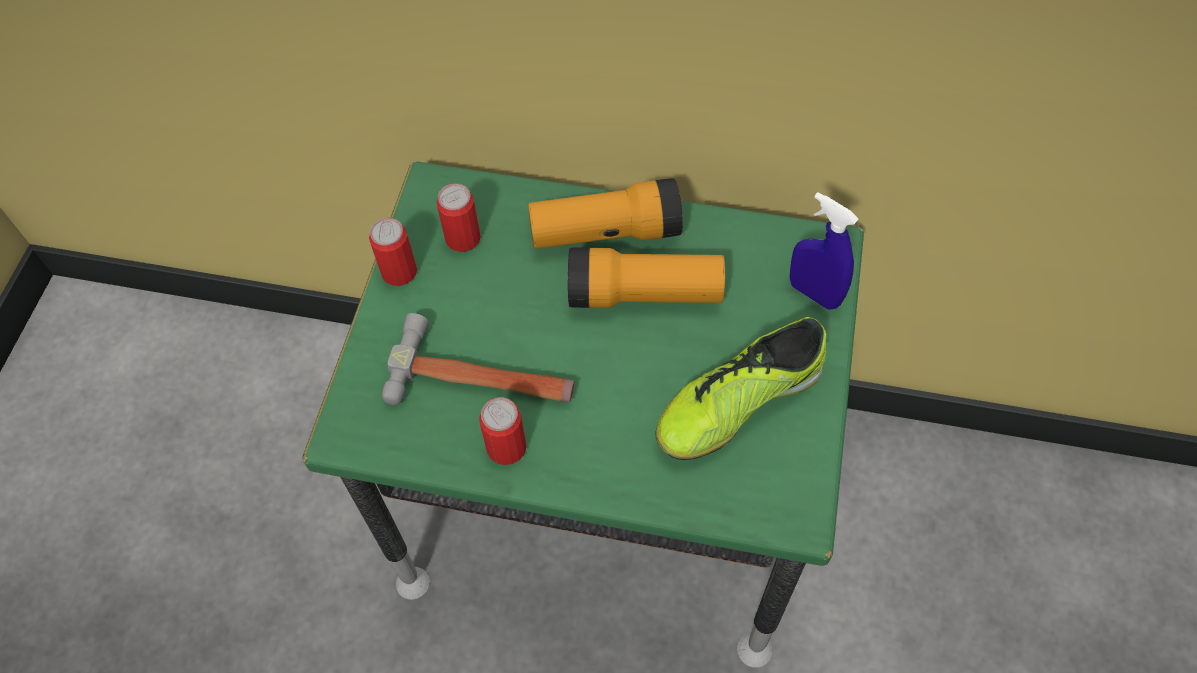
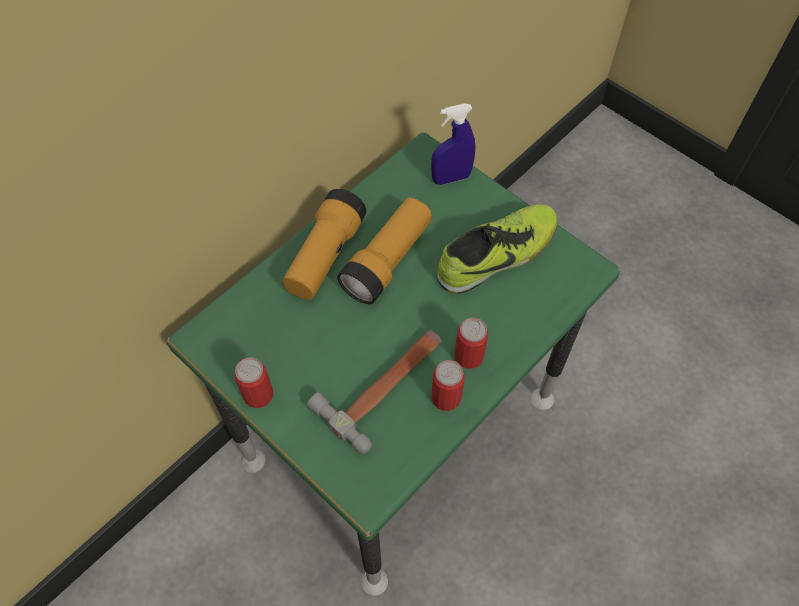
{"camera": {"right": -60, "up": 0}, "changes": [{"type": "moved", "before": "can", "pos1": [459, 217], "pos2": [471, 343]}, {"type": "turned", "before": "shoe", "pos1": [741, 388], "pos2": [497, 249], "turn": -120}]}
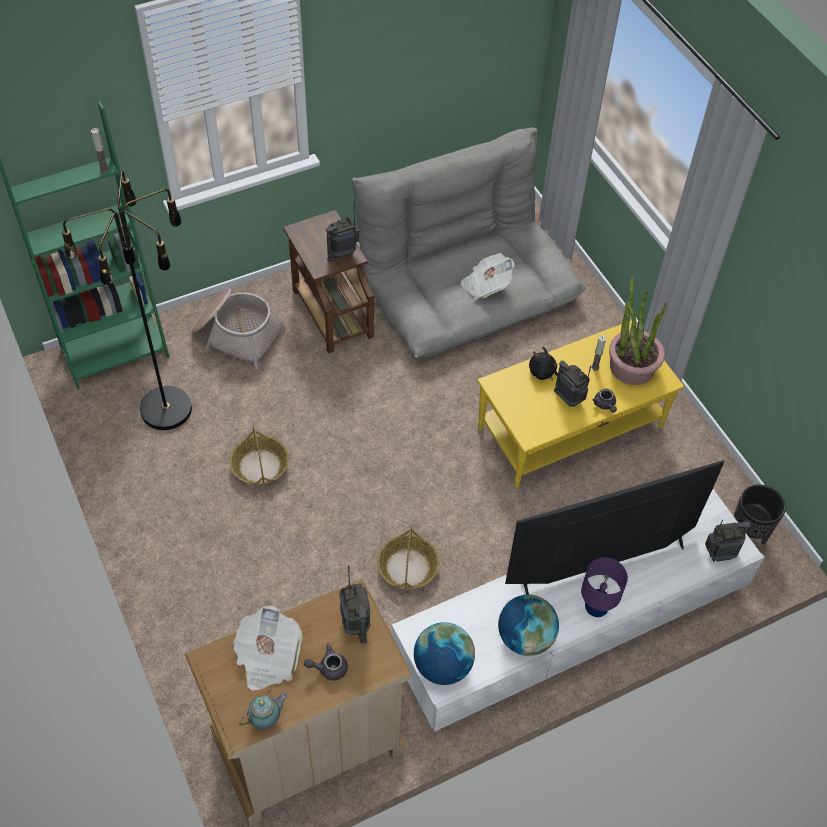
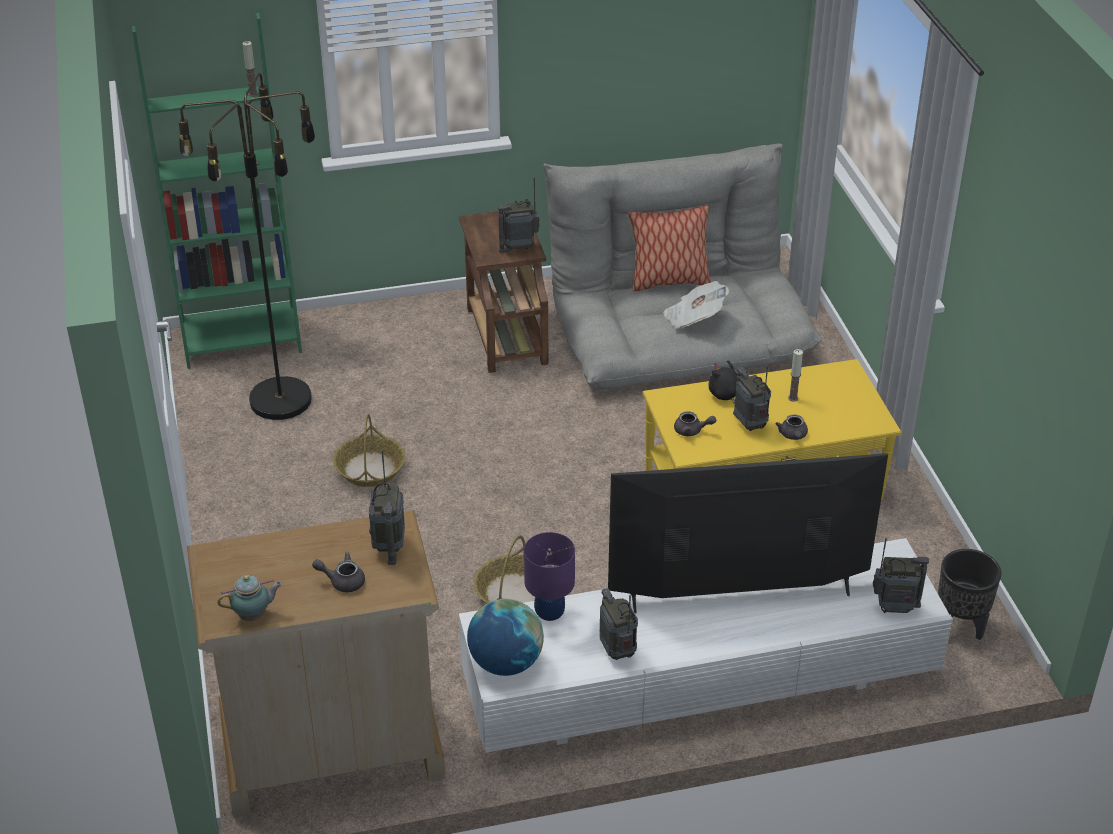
{"camera": {"right": 15, "up": -15}, "changes": [{"type": "removed", "before": "basket", "pos1": [238, 328]}, {"type": "removed", "before": "newspaper", "pos1": [268, 648]}, {"type": "replaced", "before": "globe", "after": "radio", "pos1": [528, 625], "pos2": [618, 624]}, {"type": "moved", "before": "purple table lamp", "pos1": [604, 587], "pos2": [549, 576]}, {"type": "removed", "before": "potted plant", "pos1": [638, 331]}, {"type": "added", "after": "pillow", "pos2": [669, 248]}, {"type": "added", "after": "grey teapot", "pos2": [695, 423]}]}
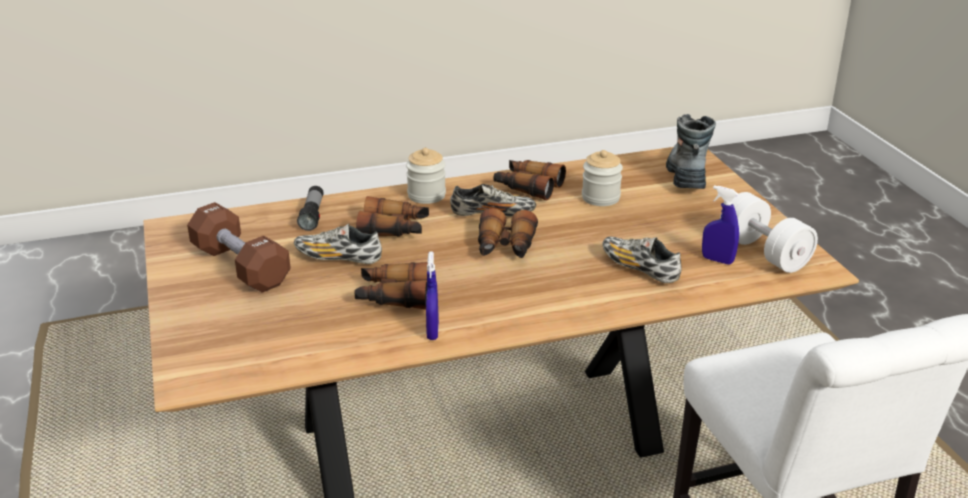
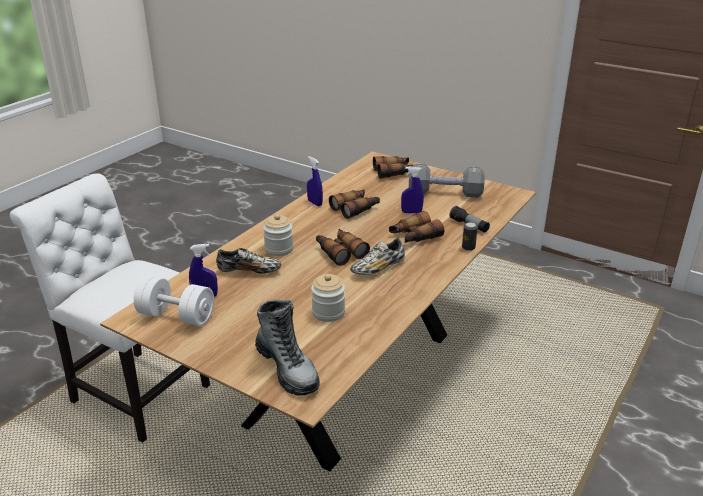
{"camera": {"right": 140, "up": 0}, "changes": [{"type": "recoloured", "before": "brown dumbbell", "after": "grey dumbbell", "pos1": [239, 247], "pos2": [447, 180]}, {"type": "replaced", "before": "shoe", "after": "blue spray bottle", "pos1": [338, 243], "pos2": [412, 190]}, {"type": "moved", "before": "jar", "pos1": [426, 176], "pos2": [278, 235]}, {"type": "moved", "before": "binoculars", "pos1": [530, 180], "pos2": [393, 167]}, {"type": "added", "after": "can", "pos2": [470, 236]}]}
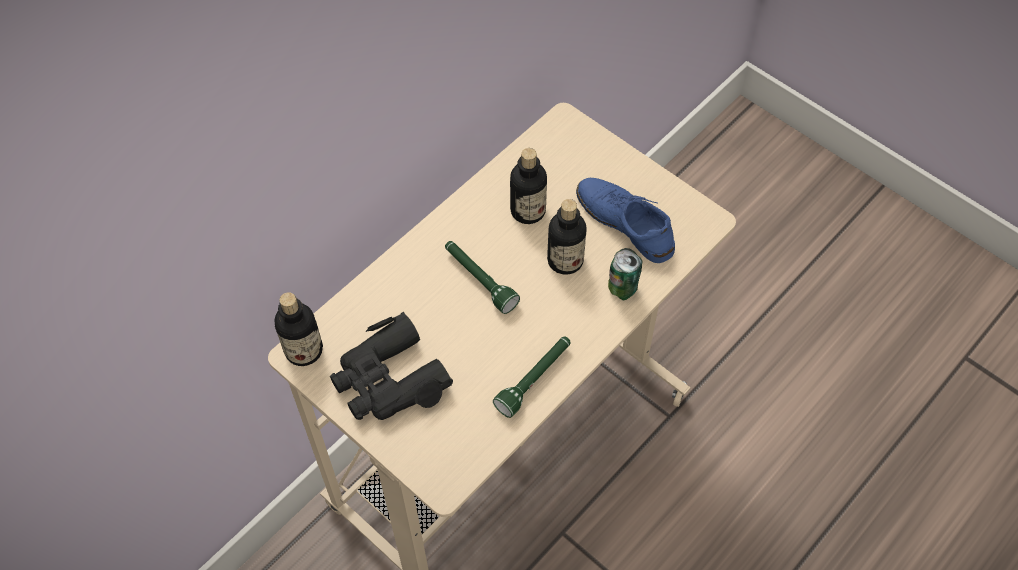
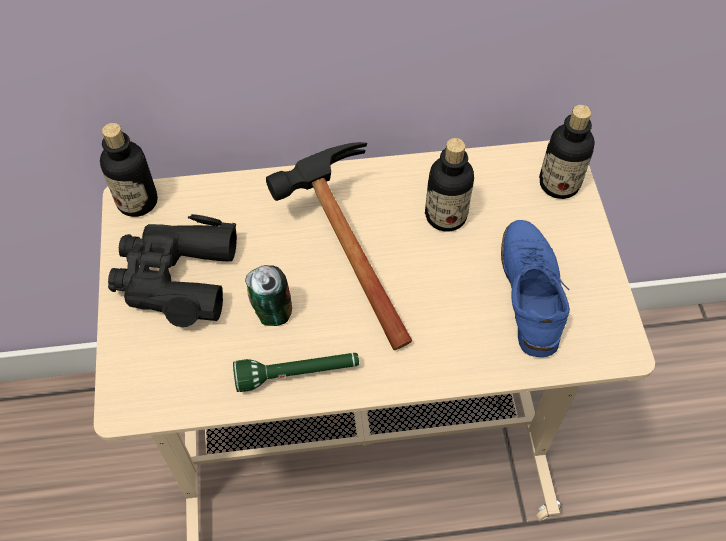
{"camera": {"right": 40, "up": 0}, "changes": [{"type": "replaced", "before": "green flashlight", "after": "hammer", "pos1": [482, 277], "pos2": [339, 246]}, {"type": "moved", "before": "bottle", "pos1": [567, 237], "pos2": [567, 152]}, {"type": "moved", "before": "can", "pos1": [625, 274], "pos2": [268, 295]}]}
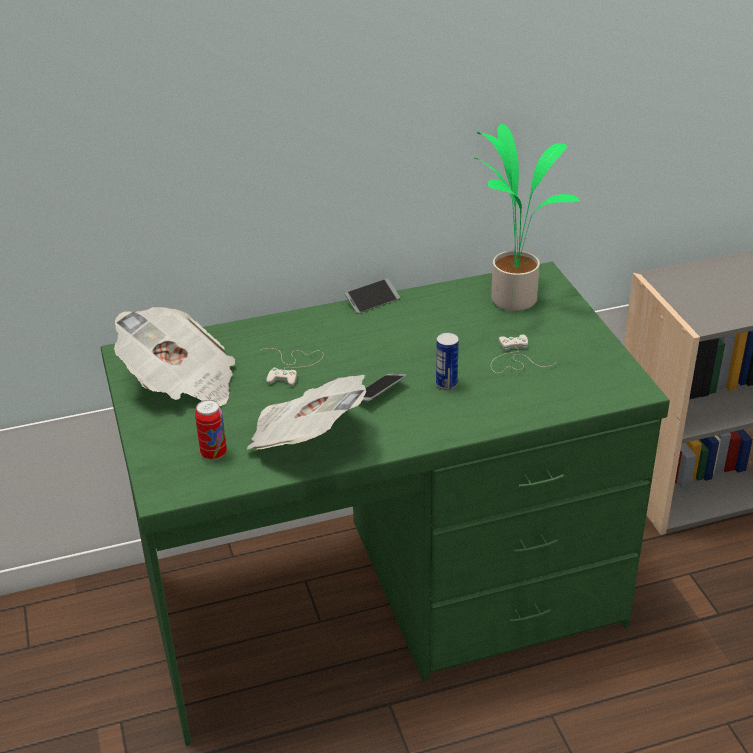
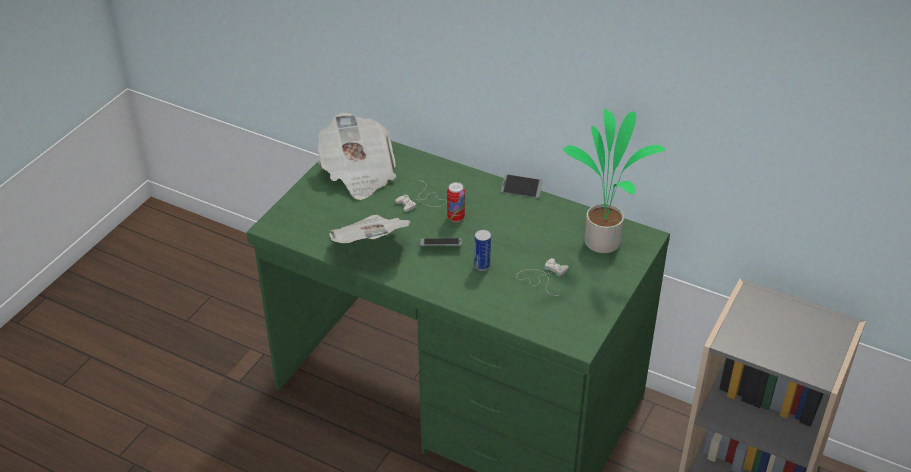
{"camera": {"right": 45, "up": 5}, "changes": [{"type": "moved", "before": "can", "pos1": [211, 429], "pos2": [456, 202]}]}
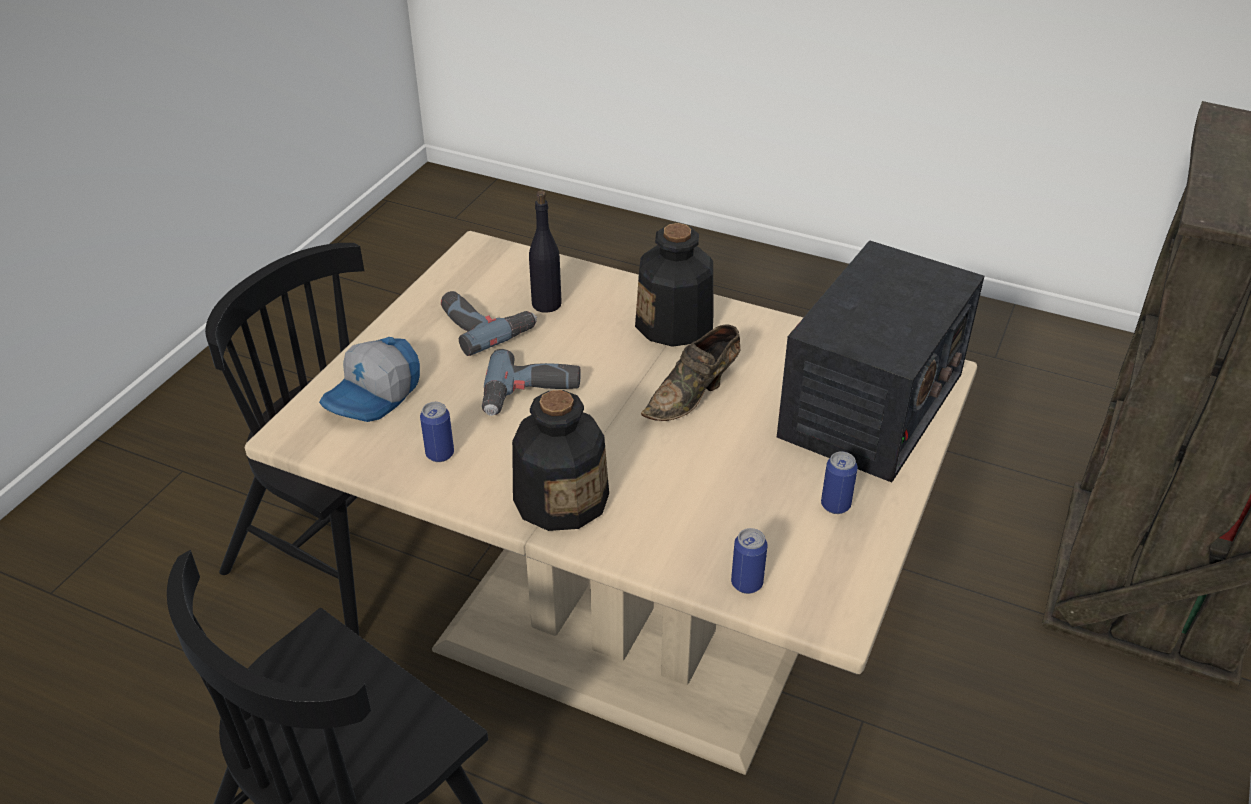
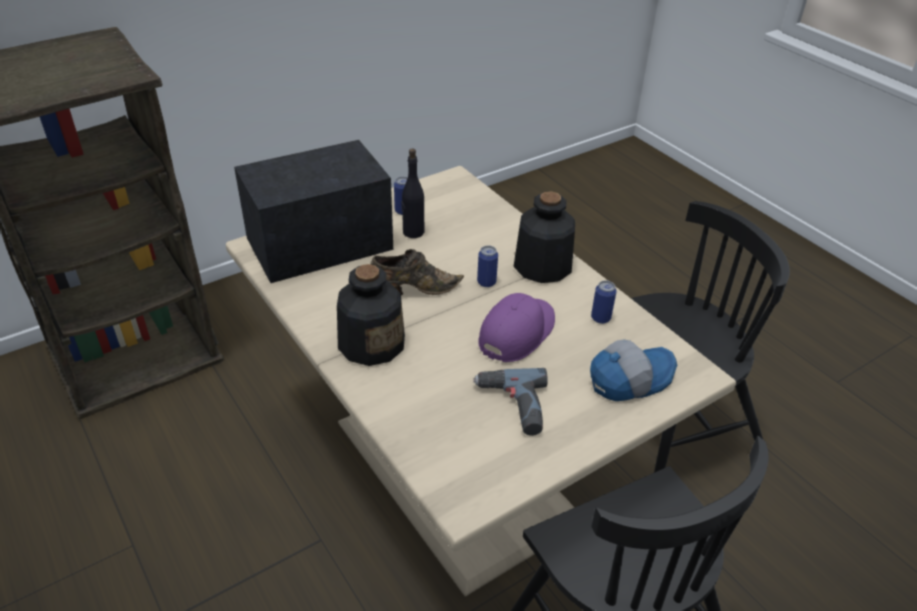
{"camera": {"right": -150, "up": 0}, "changes": [{"type": "replaced", "before": "power drill", "after": "purple cap", "pos1": [531, 382], "pos2": [516, 327]}, {"type": "moved", "before": "black bottle", "pos1": [545, 251], "pos2": [412, 193]}, {"type": "moved", "before": "can", "pos1": [749, 561], "pos2": [487, 266]}]}
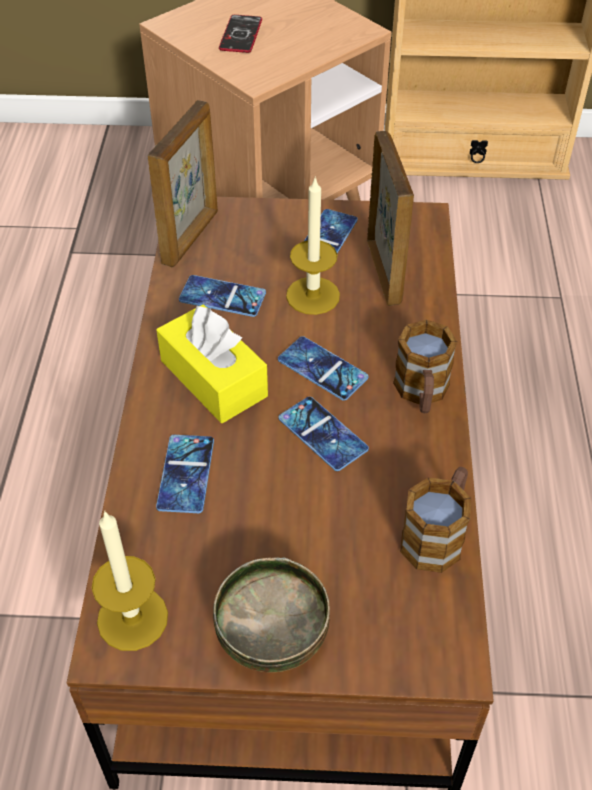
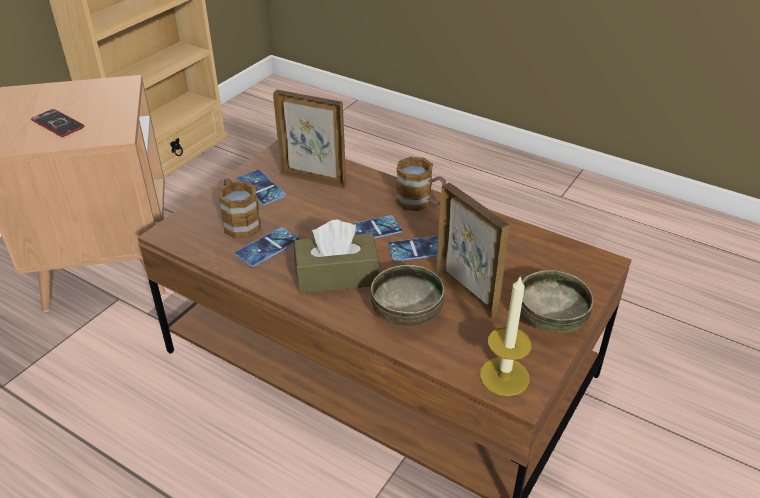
{"camera": {"right": -60, "up": -10}, "changes": [{"type": "moved", "before": "picture frame", "pos1": [183, 183], "pos2": [473, 251]}, {"type": "recoloured", "before": "yellow tissue box", "after": "brown tissue box", "pos1": [212, 364], "pos2": [337, 256]}, {"type": "replaced", "before": "phone", "after": "bowl", "pos1": [185, 474], "pos2": [407, 295]}, {"type": "removed", "before": "candle", "pos1": [313, 245]}, {"type": "moved", "before": "mug", "pos1": [435, 520], "pos2": [239, 209]}]}
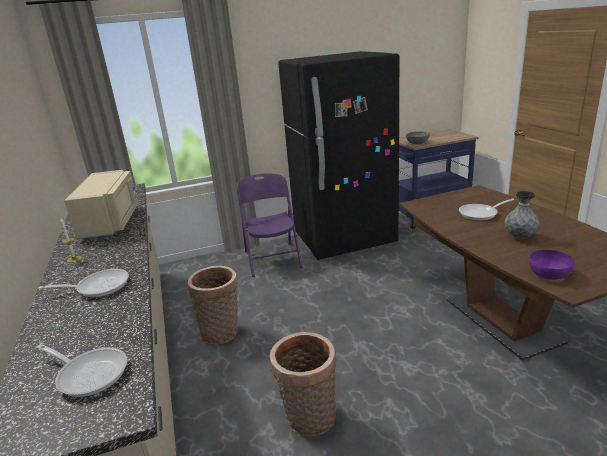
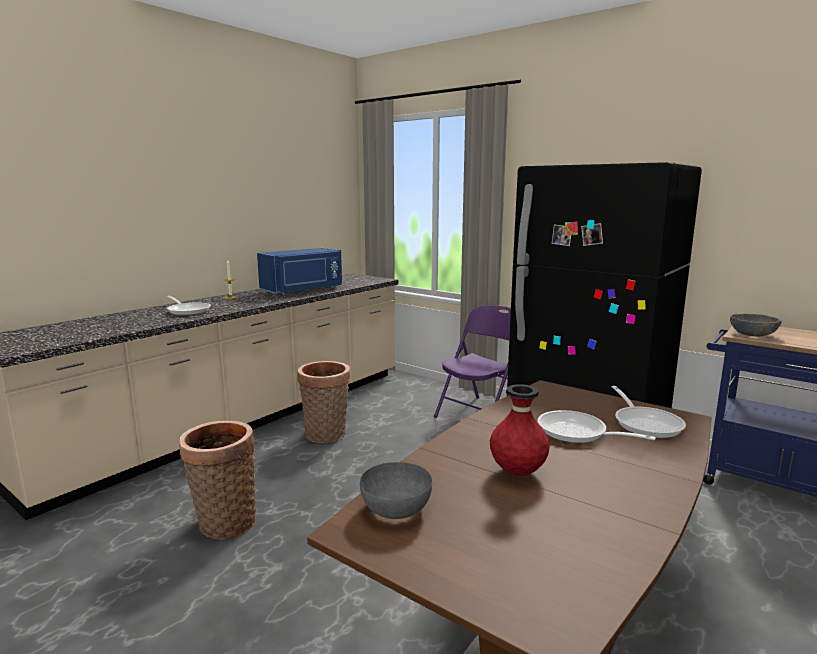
{"camera": {"right": 55, "up": -10}, "changes": [{"type": "moved", "before": "frying pan", "pos1": [82, 370], "pos2": [649, 412]}, {"type": "recoloured", "before": "beige microwave", "after": "blue microwave", "pos1": [101, 204], "pos2": [299, 271]}, {"type": "recoloured", "before": "grey vase", "after": "red vase", "pos1": [522, 215], "pos2": [520, 430]}, {"type": "recoloured", "before": "purple bowl", "after": "grey bowl", "pos1": [551, 265], "pos2": [396, 490]}]}
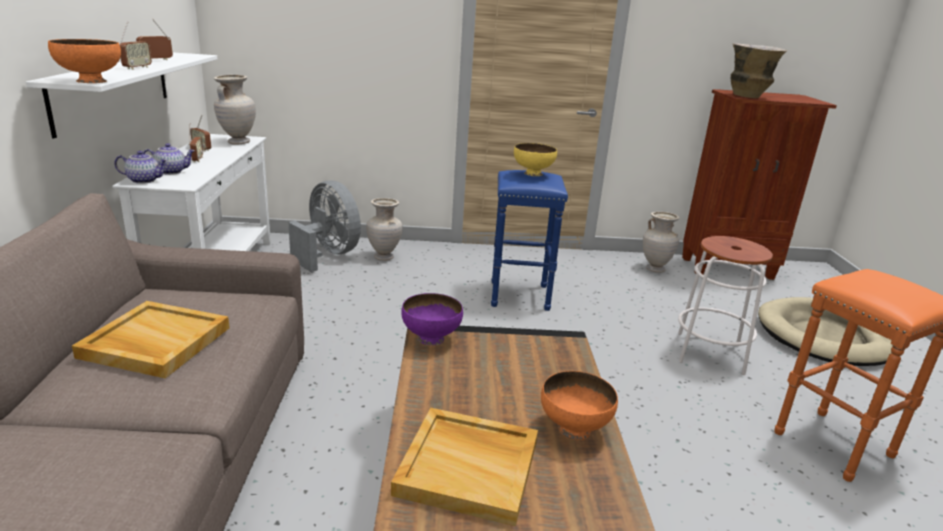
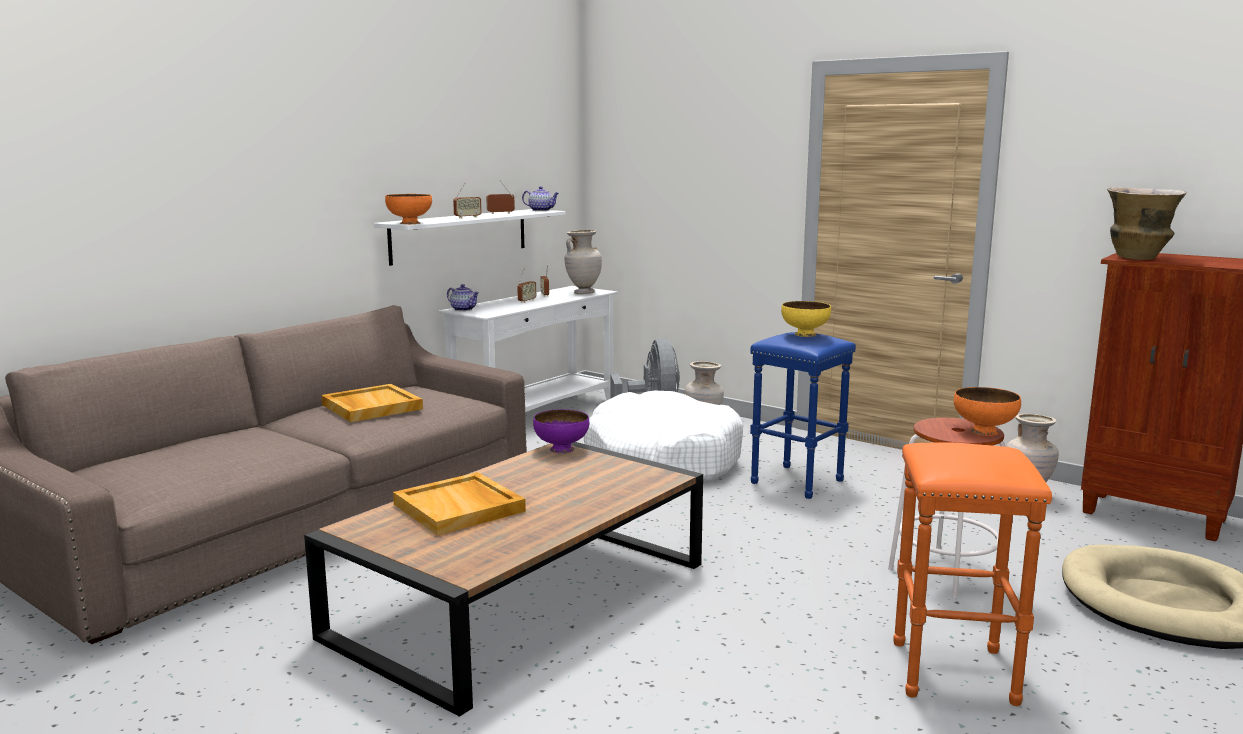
{"camera": {"right": 40, "up": -10}, "changes": [{"type": "moved", "before": "teapot", "pos1": [169, 159], "pos2": [540, 198]}, {"type": "moved", "before": "orange bowl", "pos1": [579, 405], "pos2": [987, 411]}, {"type": "added", "after": "white dog bed", "pos2": [663, 436]}]}
